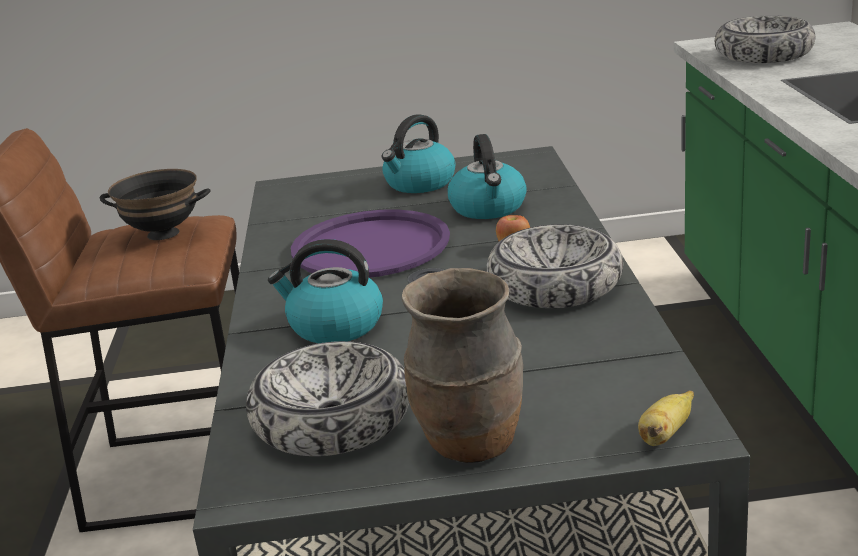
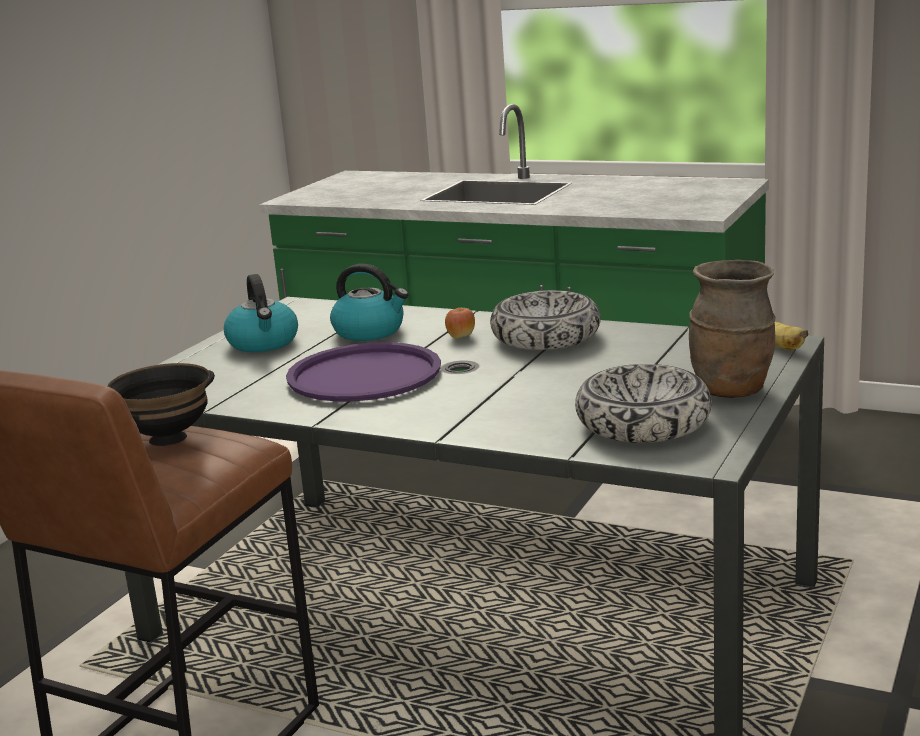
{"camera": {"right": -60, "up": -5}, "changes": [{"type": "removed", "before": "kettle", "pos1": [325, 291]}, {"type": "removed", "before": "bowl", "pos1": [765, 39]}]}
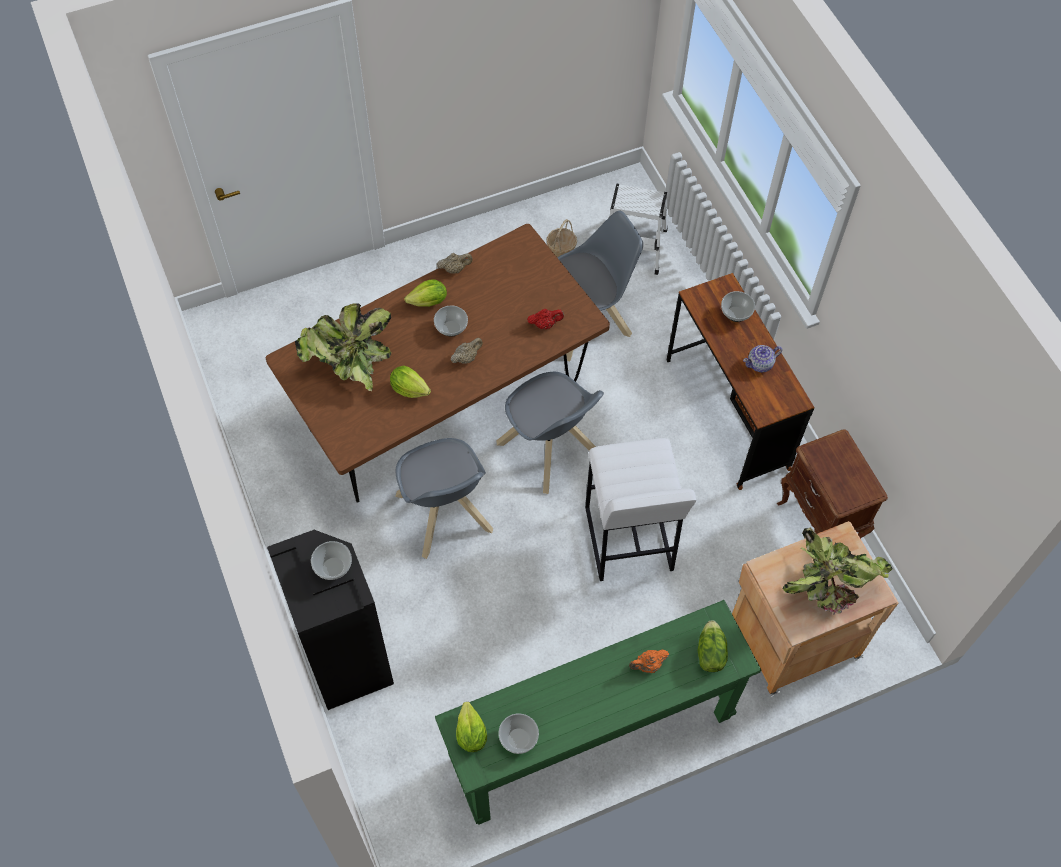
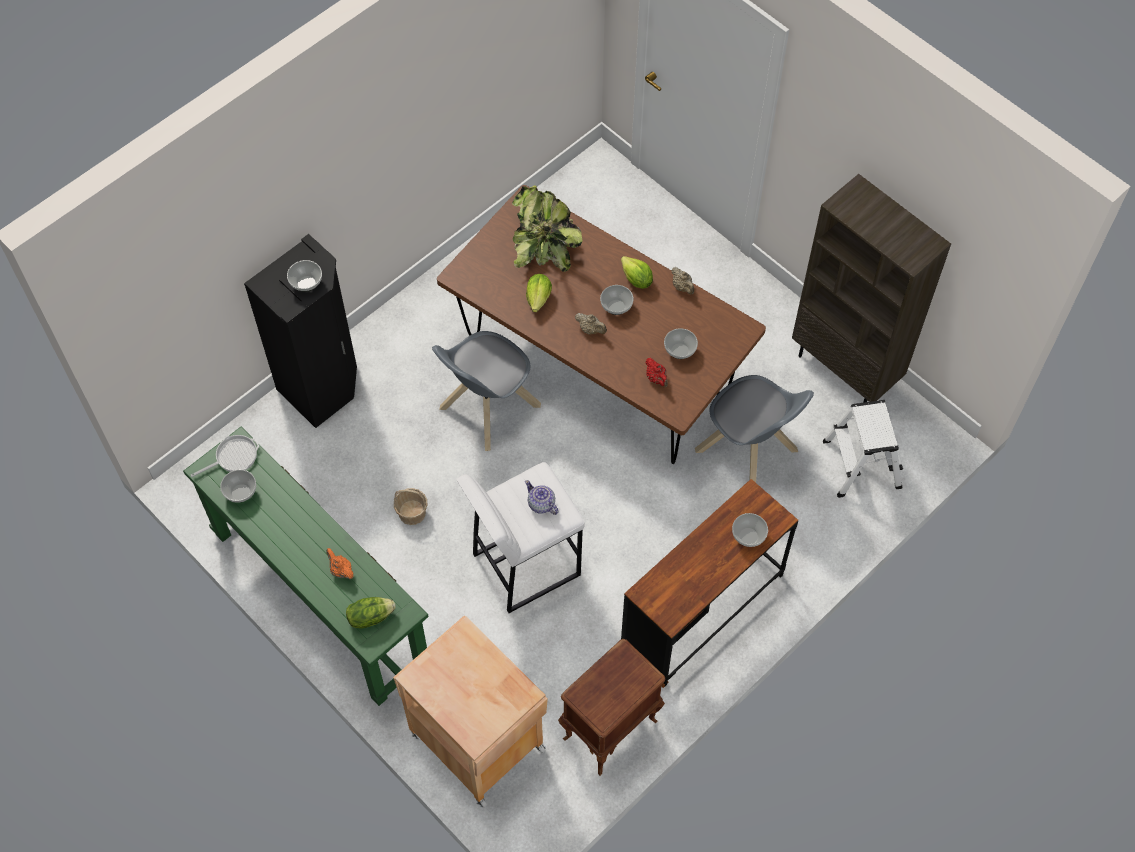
{"camera": {"right": 70, "up": 0}, "changes": [{"type": "replaced", "before": "lettuce", "after": "frying pan", "pos1": [471, 727], "pos2": [225, 456]}, {"type": "removed", "before": "grey chair", "pos1": [550, 433]}, {"type": "moved", "before": "basket", "pos1": [561, 238], "pos2": [410, 506]}, {"type": "moved", "before": "teapot", "pos1": [762, 359], "pos2": [541, 497]}, {"type": "removed", "before": "potted plant", "pos1": [837, 571]}, {"type": "added", "after": "bowl", "pos2": [681, 343]}, {"type": "added", "after": "brown bookcase", "pos2": [871, 288]}]}
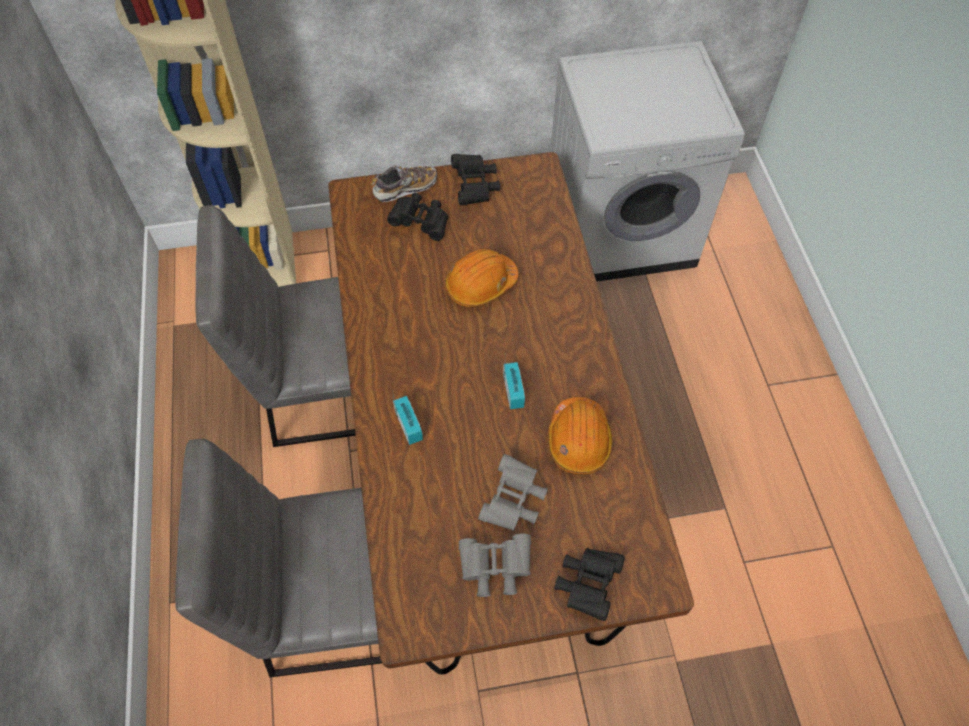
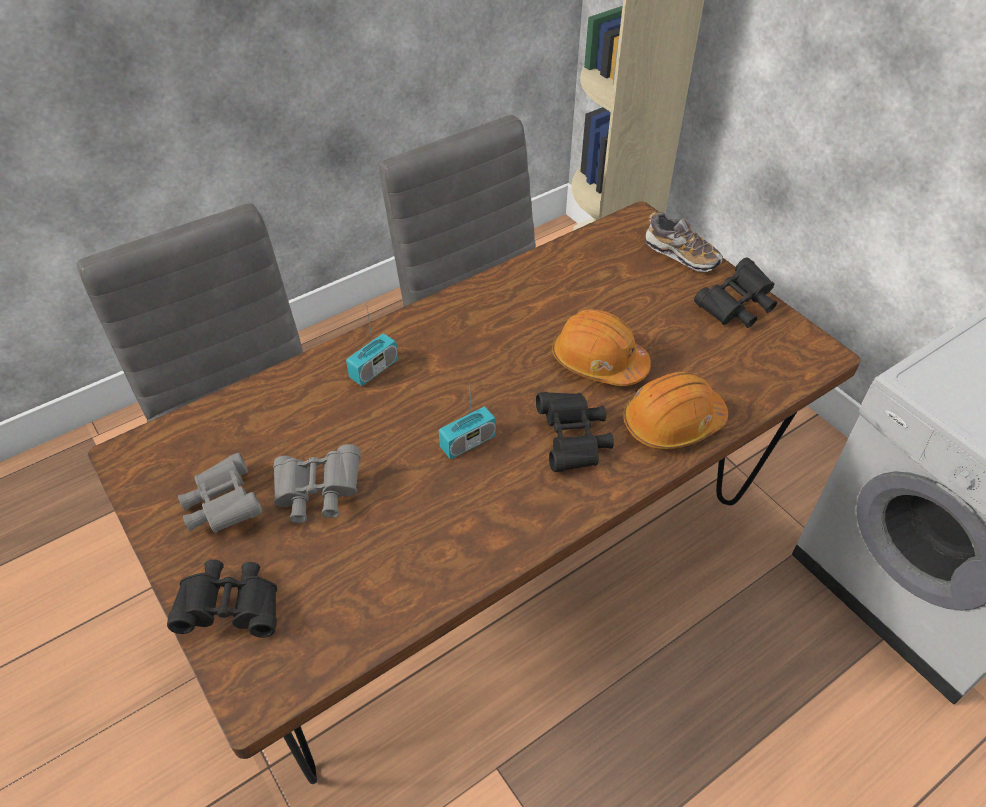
{"camera": {"right": 65, "up": -10}, "changes": [{"type": "moved", "before": "black binoculars", "pos1": [417, 217], "pos2": [575, 432]}, {"type": "moved", "before": "orange hard hat", "pos1": [580, 435], "pos2": [675, 410]}]}
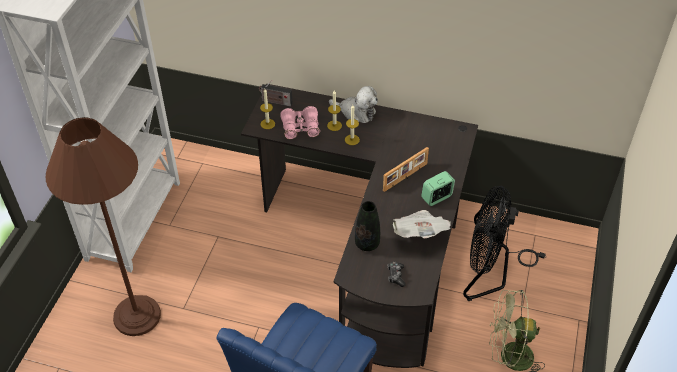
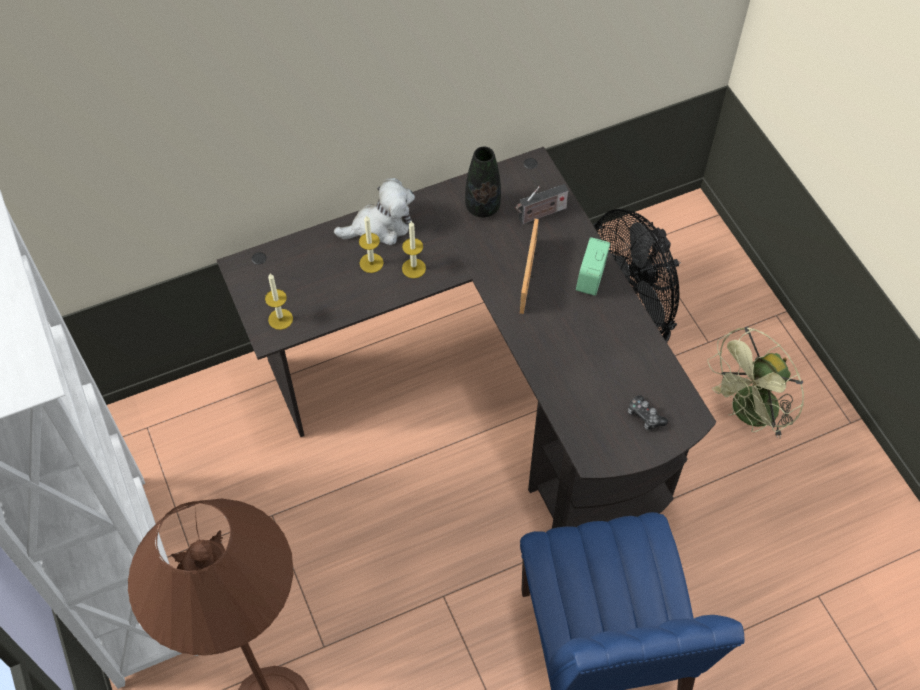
{"camera": {"right": -40, "up": 10}, "changes": [{"type": "moved", "before": "radio", "pos1": [275, 93], "pos2": [542, 204]}, {"type": "removed", "before": "pink binoculars", "pos1": [300, 122]}, {"type": "moved", "before": "black vase", "pos1": [367, 226], "pos2": [483, 182]}, {"type": "removed", "before": "newspaper", "pos1": [422, 224]}]}
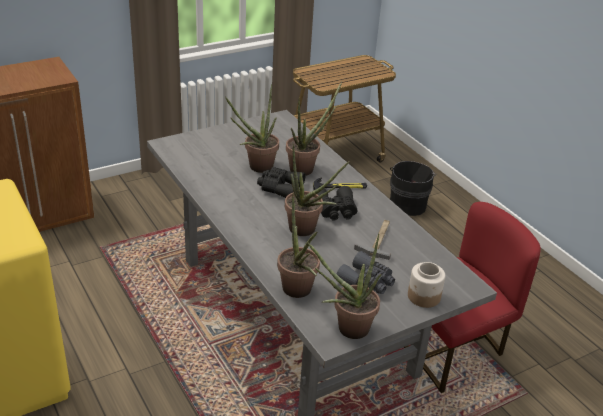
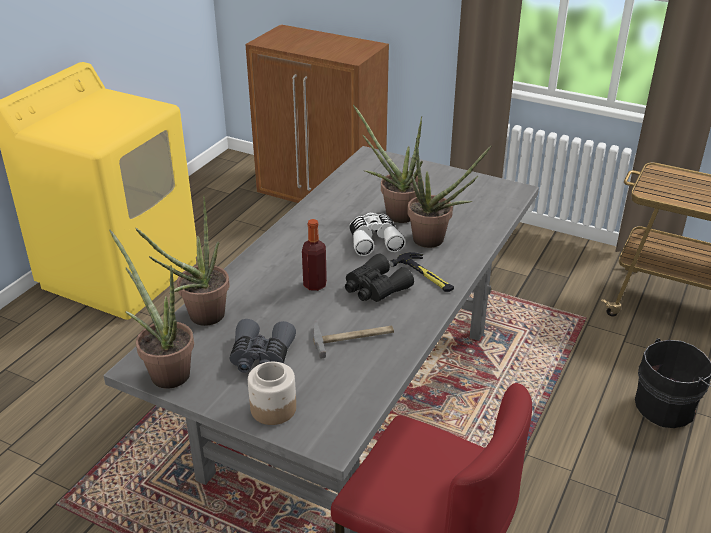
{"camera": {"right": 60, "up": 0}, "changes": [{"type": "recoloured", "before": "black binoculars", "after": "white binoculars", "pos1": [281, 182], "pos2": [377, 234]}, {"type": "replaced", "before": "potted plant", "after": "bottle", "pos1": [317, 189], "pos2": [314, 255]}]}
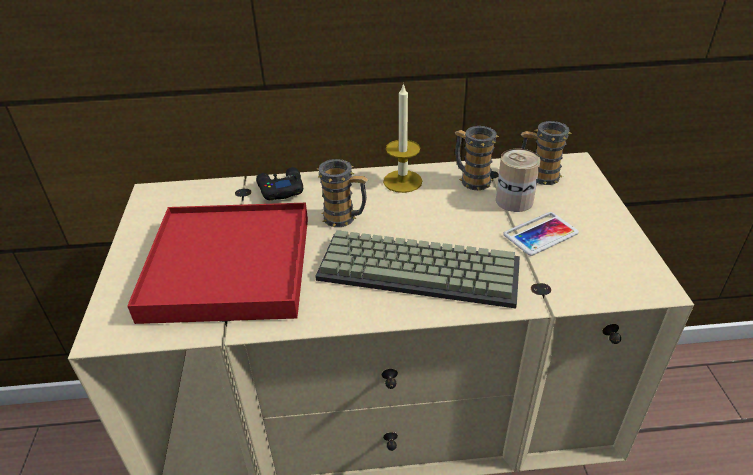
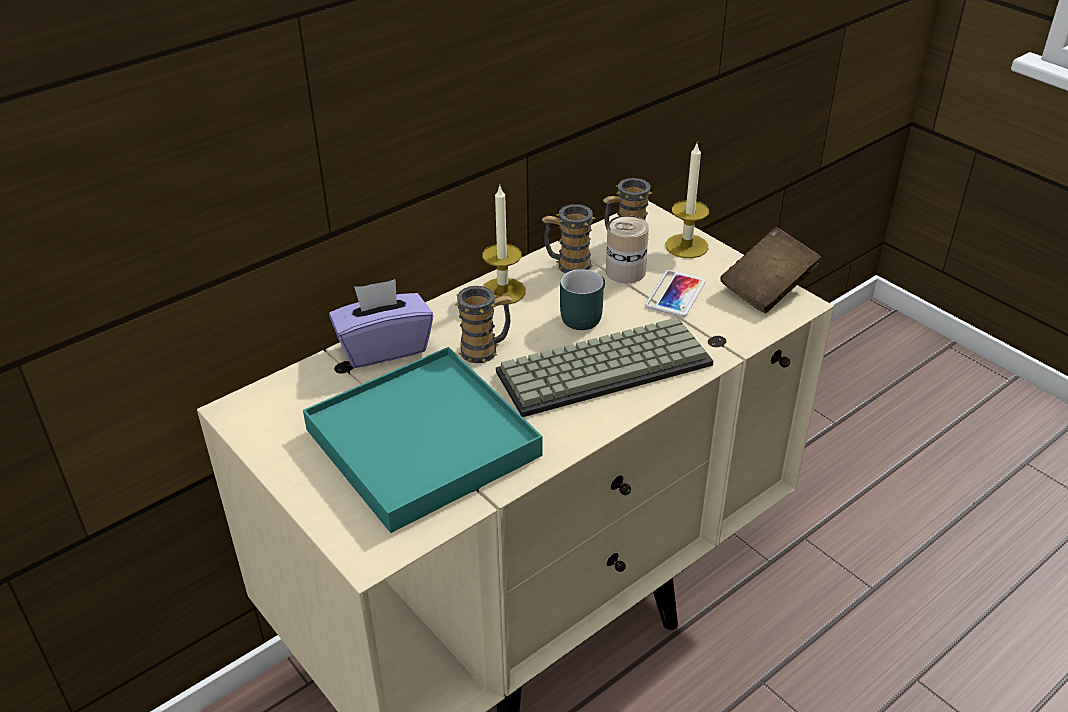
{"camera": {"right": -35, "up": 0}, "changes": [{"type": "recoloured", "before": "red tray", "after": "turquoise tray", "pos1": [217, 263], "pos2": [423, 440]}, {"type": "replaced", "before": "black game controller", "after": "purple tissue box", "pos1": [279, 183], "pos2": [381, 323]}, {"type": "added", "after": "turquoise mug", "pos2": [582, 299]}, {"type": "added", "after": "candle", "pos2": [687, 201]}, {"type": "added", "after": "brown book", "pos2": [770, 270]}]}
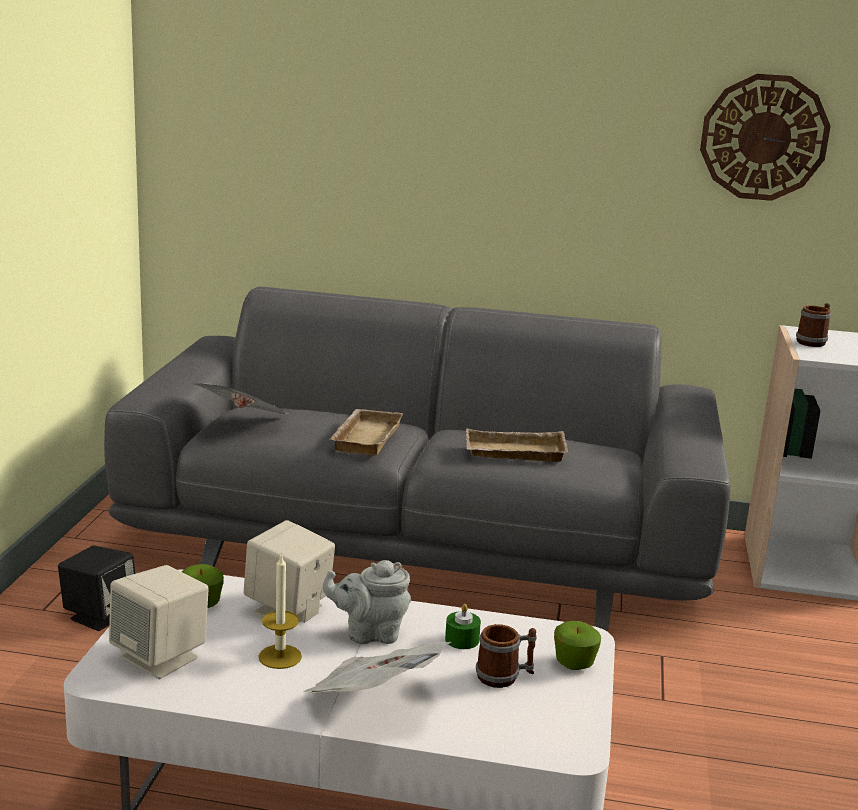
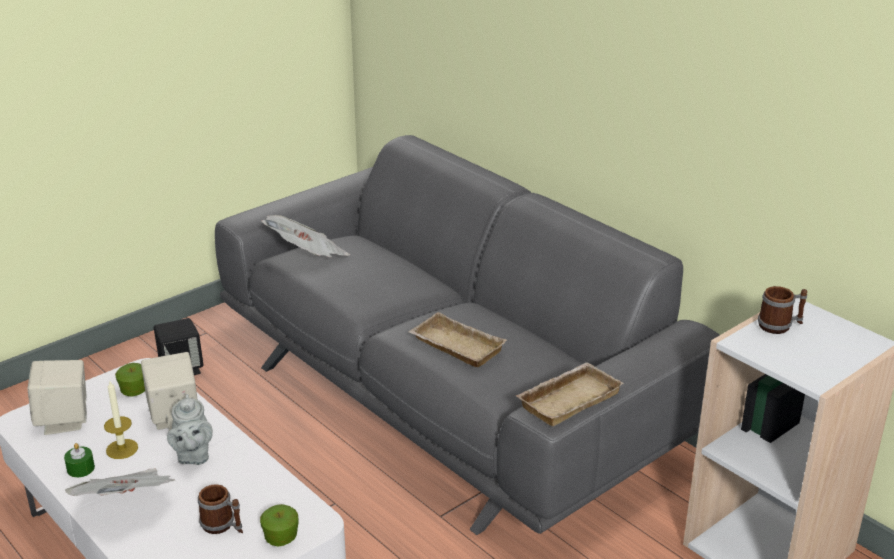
{"camera": {"right": 40, "up": 10}, "changes": [{"type": "turned", "before": "grey teapot", "pos1": [366, 602], "pos2": [190, 429], "turn": -135}, {"type": "moved", "before": "beige tray", "pos1": [366, 432], "pos2": [569, 394]}, {"type": "moved", "before": "green candle", "pos1": [463, 626], "pos2": [79, 460]}, {"type": "removed", "before": "wall clock", "pos1": [765, 137]}]}
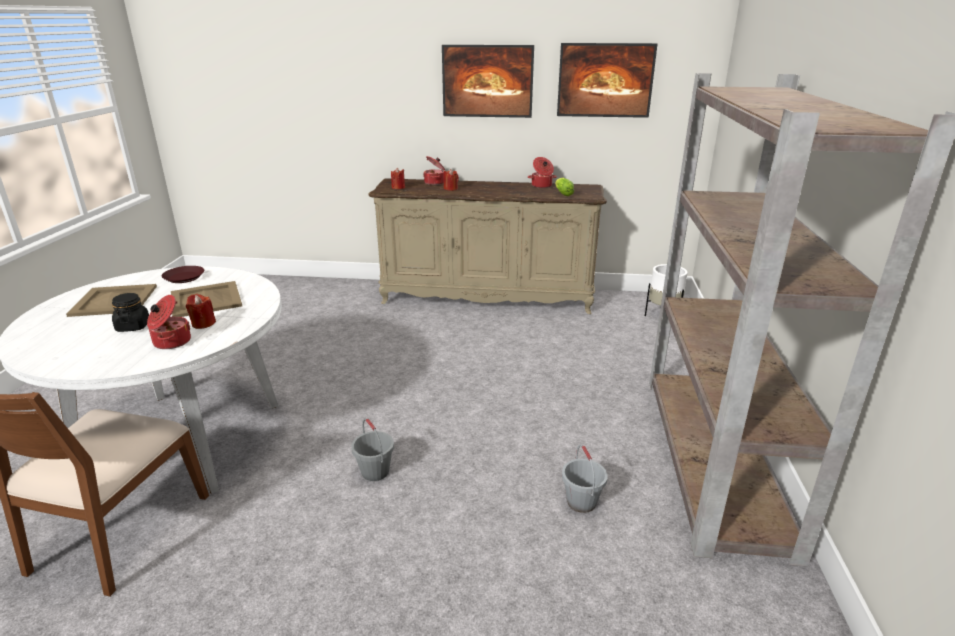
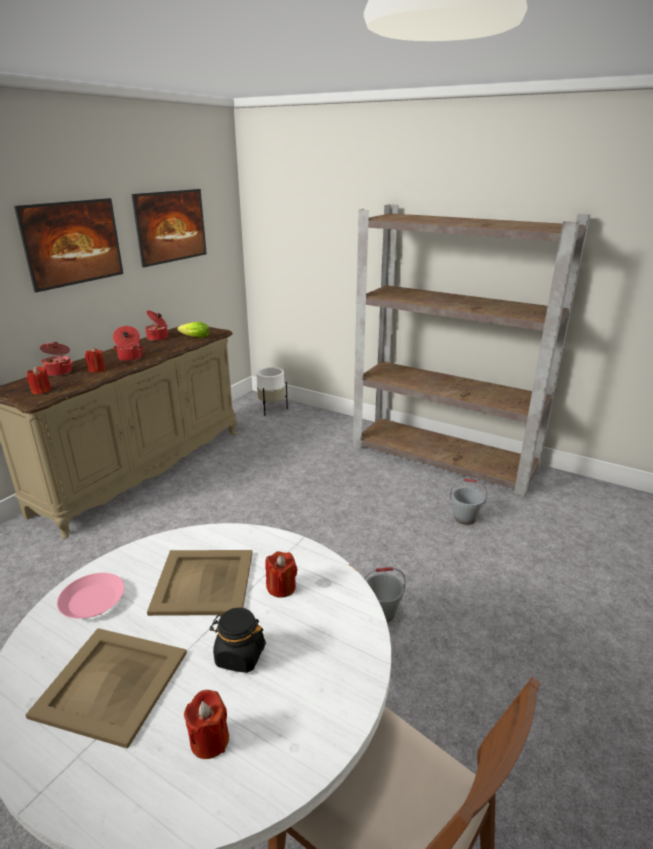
{"camera": {"right": -65, "up": 0}, "changes": [{"type": "moved", "before": "cooking pot", "pos1": [169, 322], "pos2": [129, 343]}, {"type": "recoloured", "before": "brown plate", "after": "pink plate", "pos1": [183, 274], "pos2": [91, 595]}, {"type": "added", "after": "red candle", "pos2": [206, 724]}]}
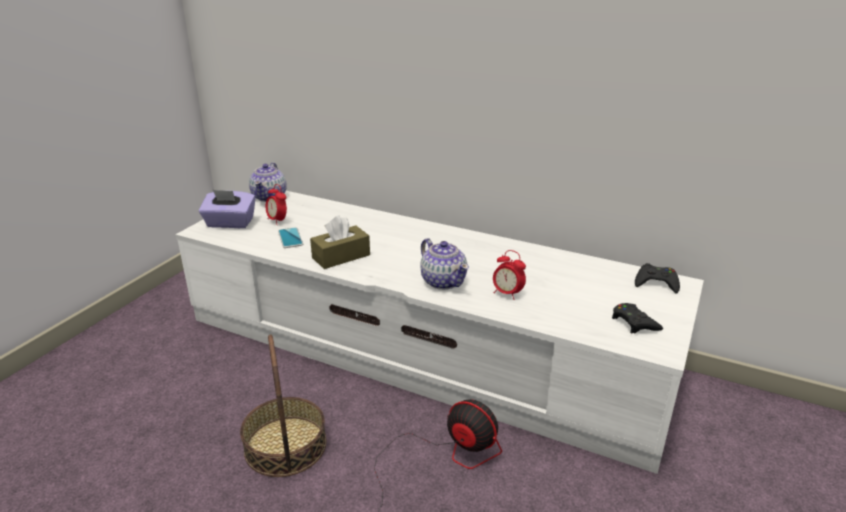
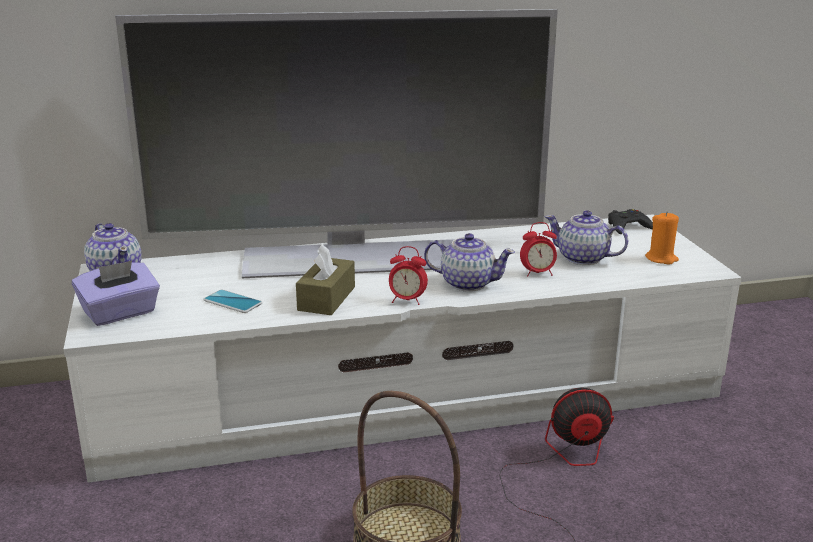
{"camera": {"right": -40, "up": -5}, "changes": [{"type": "moved", "before": "alarm clock", "pos1": [276, 204], "pos2": [408, 275]}, {"type": "replaced", "before": "black game controller", "after": "orange candle", "pos1": [637, 318], "pos2": [662, 238]}, {"type": "added", "after": "television", "pos2": [336, 143]}, {"type": "added", "after": "teapot", "pos2": [586, 237]}]}
